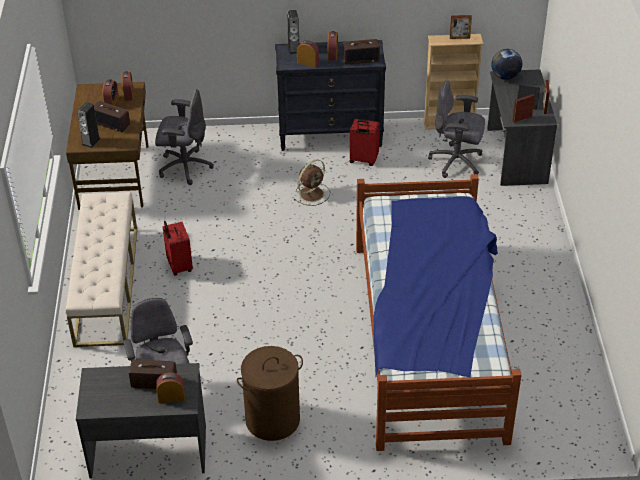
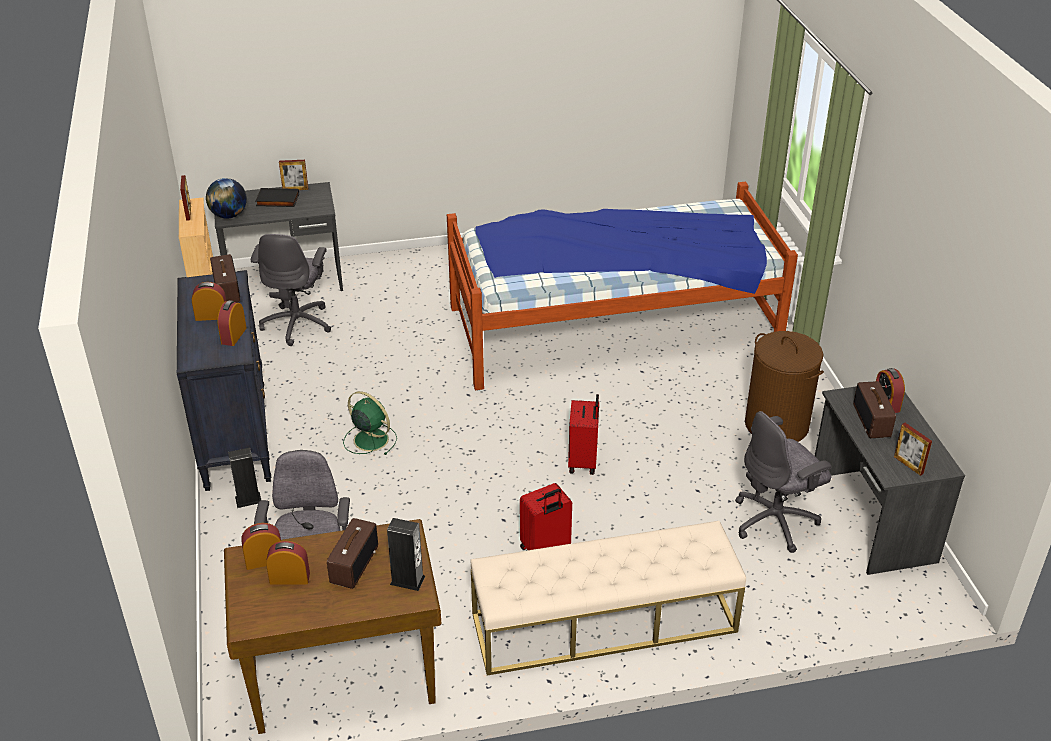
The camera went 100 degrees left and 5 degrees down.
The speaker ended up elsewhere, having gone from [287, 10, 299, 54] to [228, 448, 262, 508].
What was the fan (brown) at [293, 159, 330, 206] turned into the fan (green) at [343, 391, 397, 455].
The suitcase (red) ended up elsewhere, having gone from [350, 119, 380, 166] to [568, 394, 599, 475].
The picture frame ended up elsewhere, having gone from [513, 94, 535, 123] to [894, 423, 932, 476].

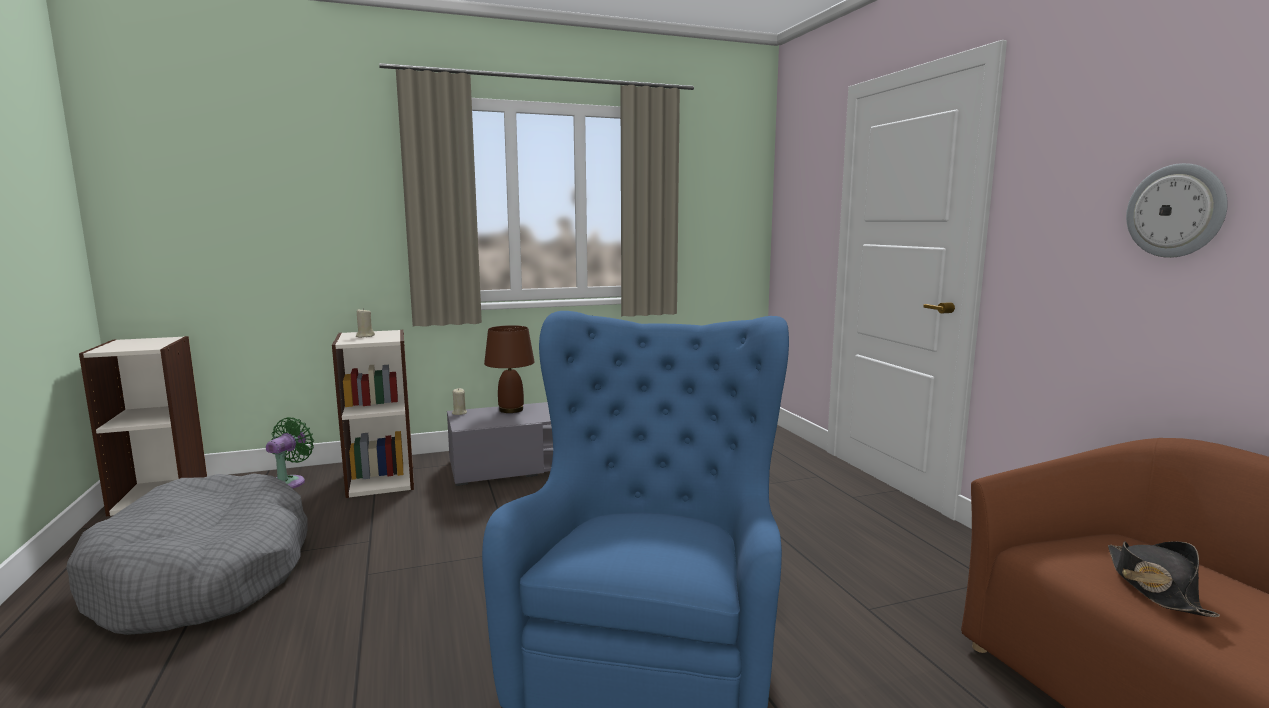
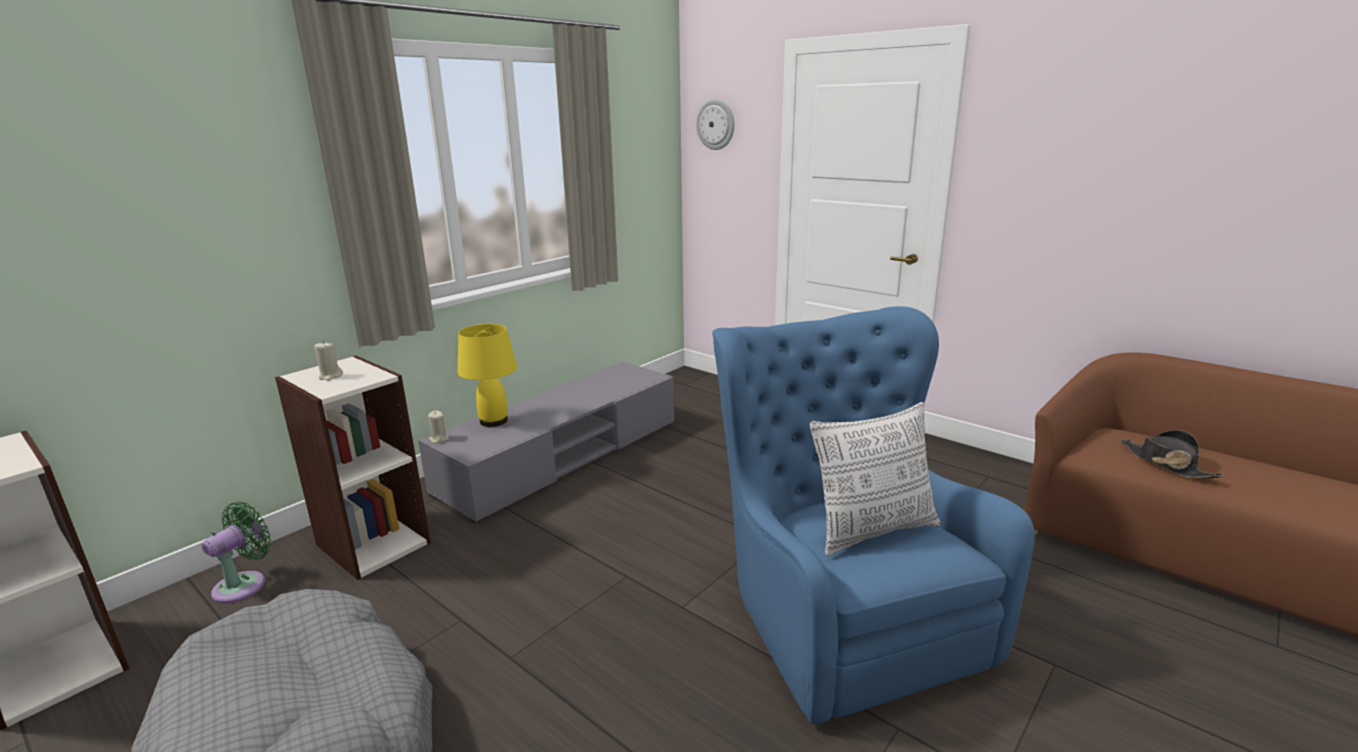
The camera went 30 degrees left and 10 degrees up.
The fan (green) at [266, 417, 314, 489] ended up facing another way, 45 degrees clockwise from before.
What was the table lamp (brown) at [484, 325, 535, 413] turned into the table lamp (yellow) at [457, 324, 517, 427].
The wall clock ended up elsewhere, having gone from [1126, 163, 1228, 258] to [696, 99, 734, 150].
The second view gained the pillow at [810, 402, 940, 556].

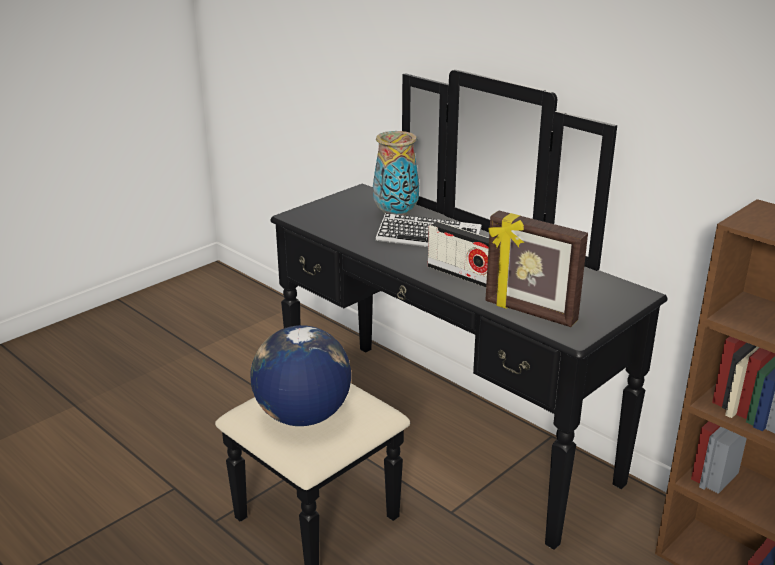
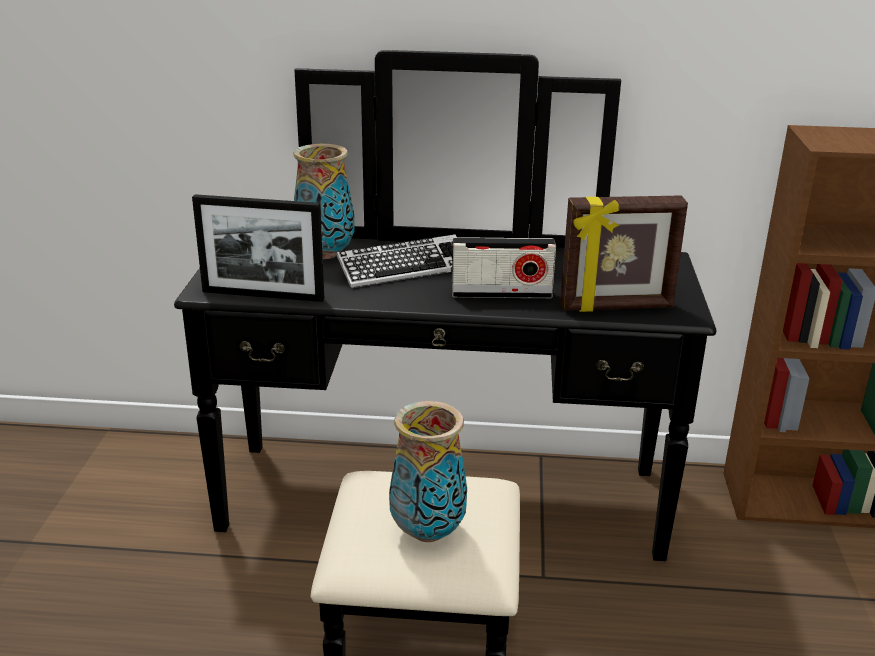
The camera went 40 degrees left and 0 degrees up.
Where the globe stood at [251, 325, 351, 426], the vase came to stand at [389, 401, 467, 542].
The second view gained the picture frame at [192, 194, 324, 302].

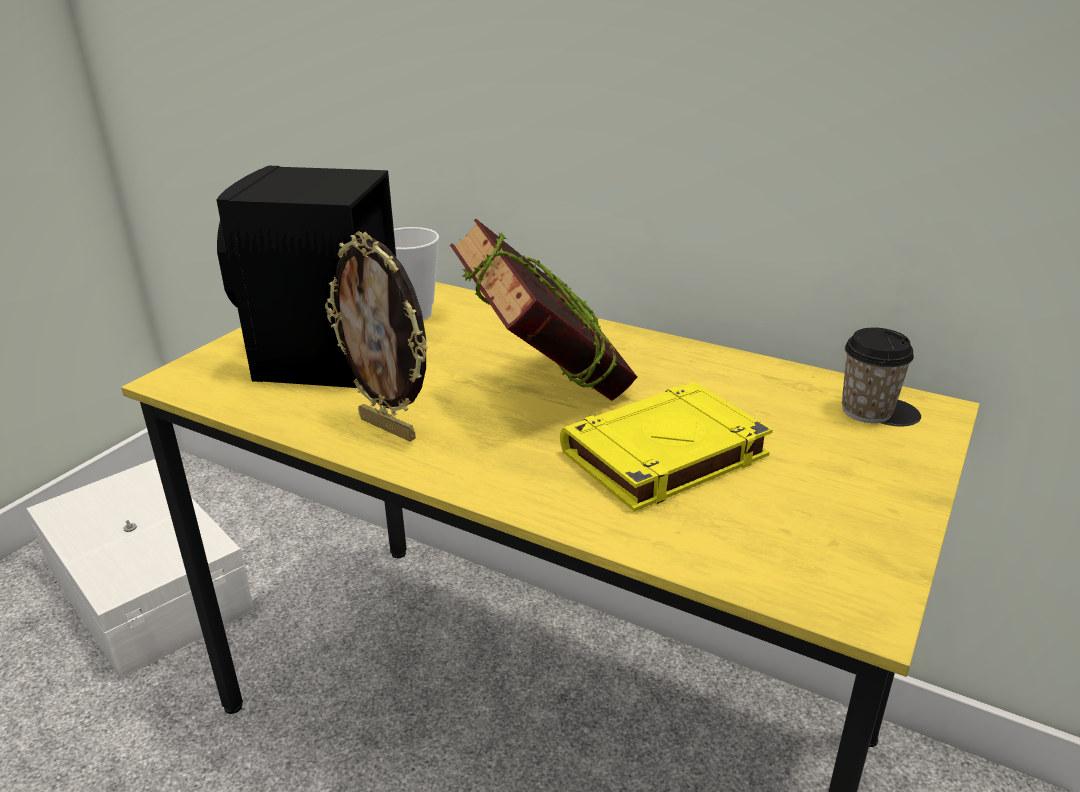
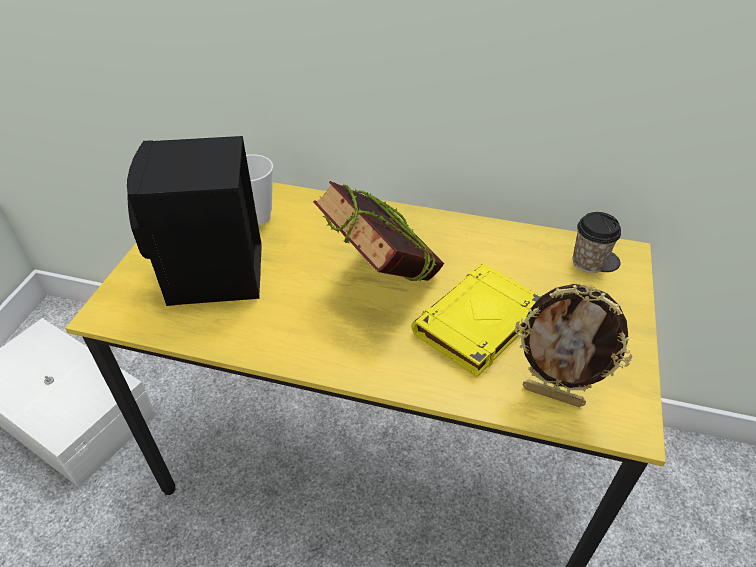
The camera went 15 degrees left and 15 degrees up.
The picture frame ended up elsewhere, having gone from [325, 232, 429, 442] to [515, 284, 632, 407].

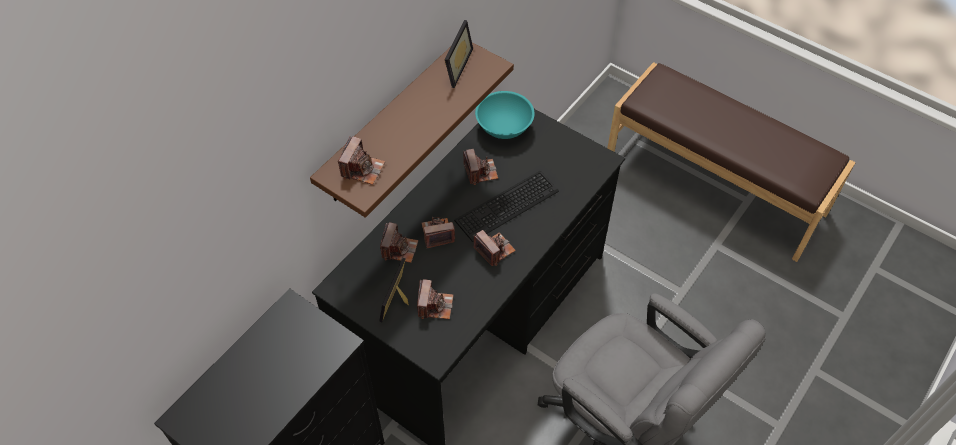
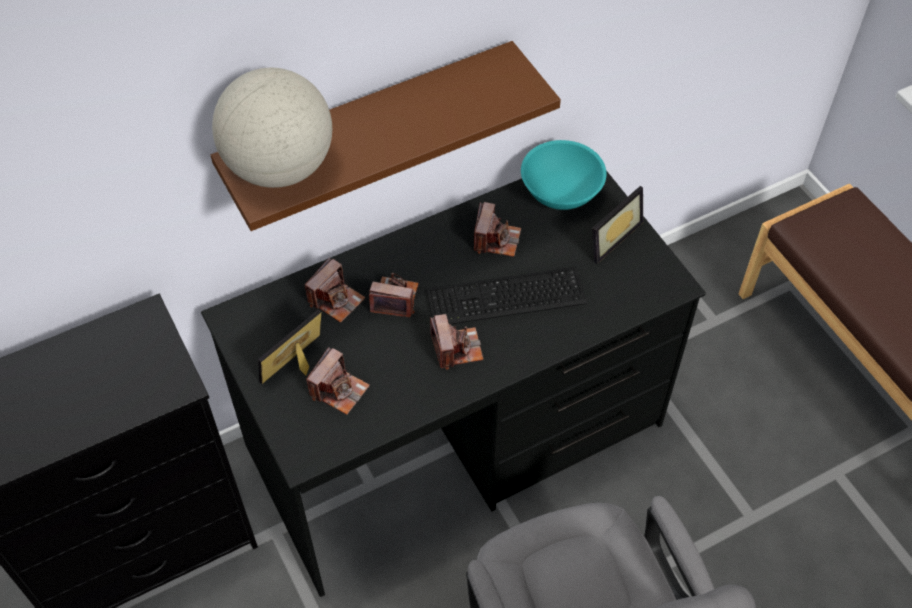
The camera went 25 degrees right and 0 degrees up.
Where the photo camera stood at [338, 136, 385, 185], the globe came to stand at [212, 68, 332, 188].
The picture frame ended up elsewhere, having gone from [445, 20, 473, 88] to [592, 186, 643, 264].

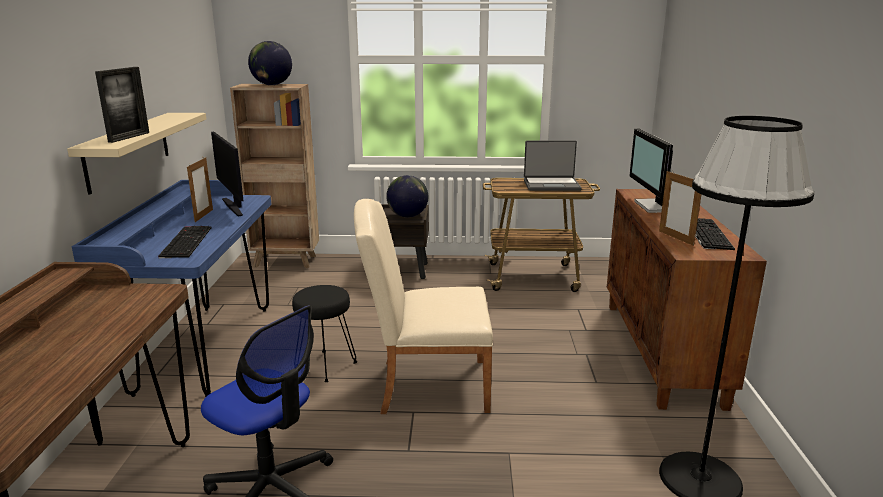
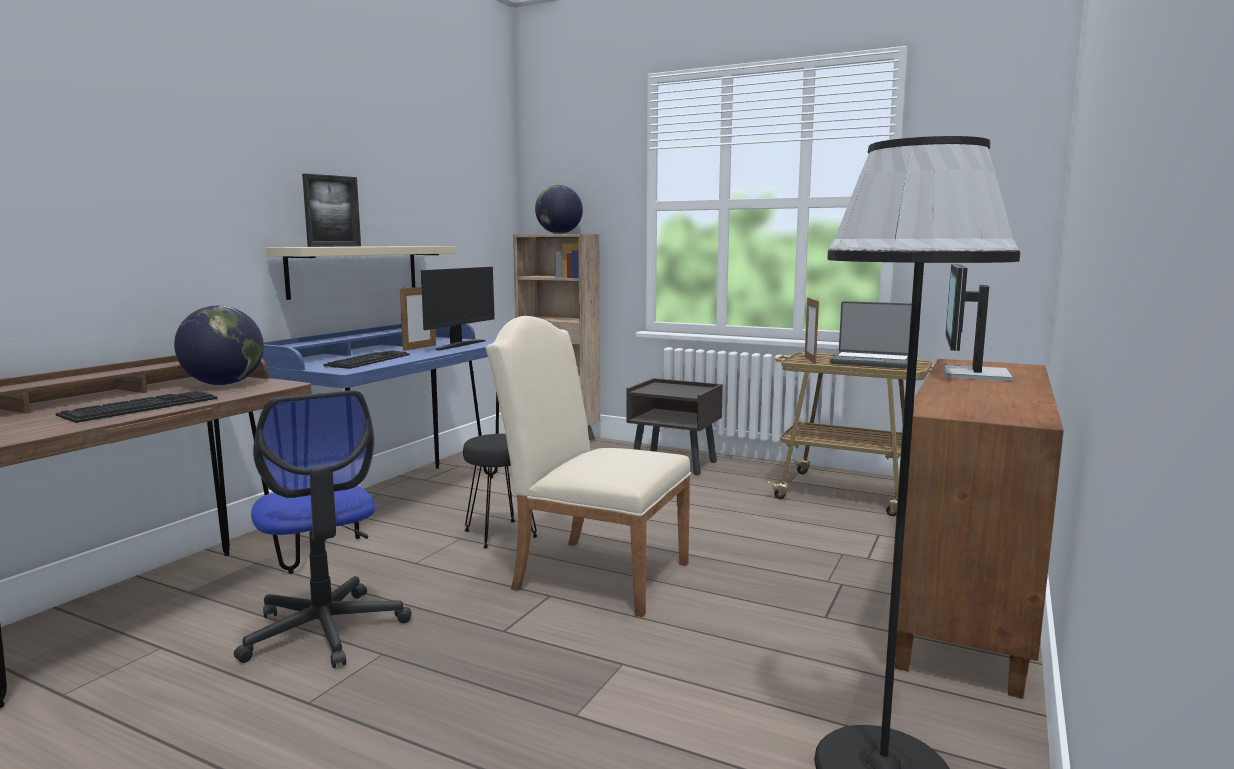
The camera went 25 degrees right and 10 degrees down.
The monitor at [211, 132, 244, 216] ended up facing another way, 150 degrees counterclockwise from before.
The globe ended up elsewhere, having gone from [386, 175, 428, 217] to [174, 306, 264, 385].
The picture frame ended up elsewhere, having gone from [659, 170, 702, 246] to [805, 296, 819, 364].
The keyboard ended up elsewhere, having gone from [695, 218, 735, 250] to [56, 391, 217, 423].

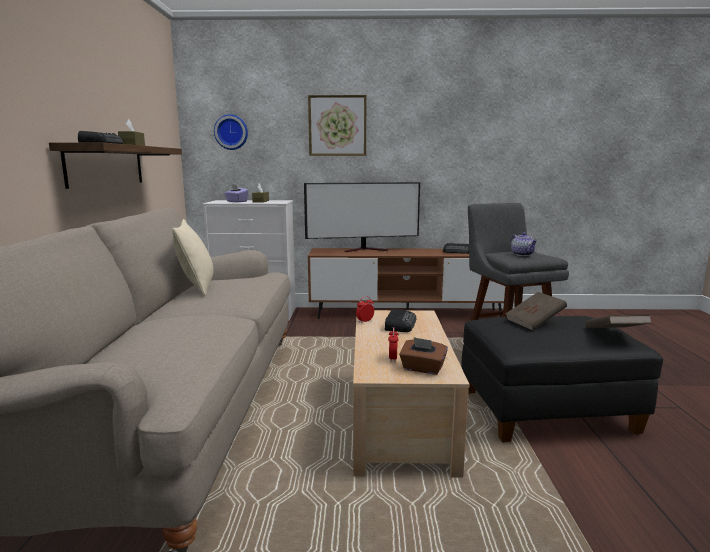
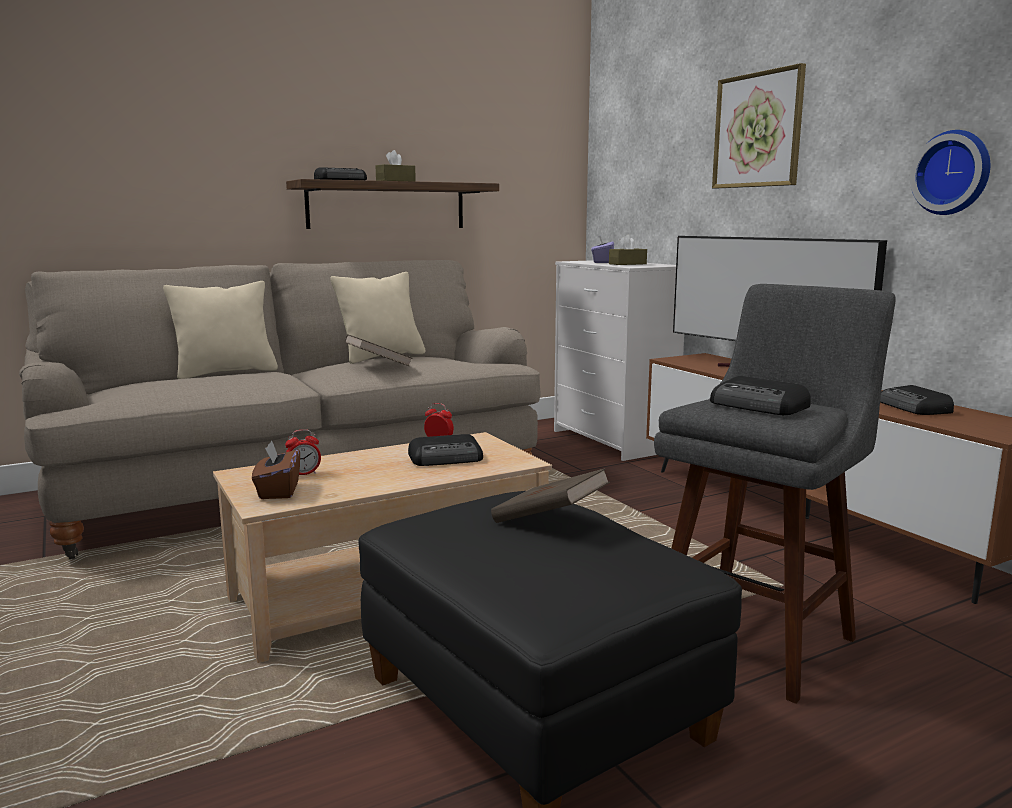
The camera went 60 degrees right and 0 degrees up.
The wall clock ended up elsewhere, having gone from [214, 114, 248, 150] to [910, 130, 990, 215].
Where the teapot stood at [511, 232, 537, 256], the radio came to stand at [710, 376, 811, 415].
The book (brown) ended up elsewhere, having gone from [585, 315, 652, 328] to [345, 334, 412, 366].
The second view gained the pillow (beige) at [163, 281, 278, 379].

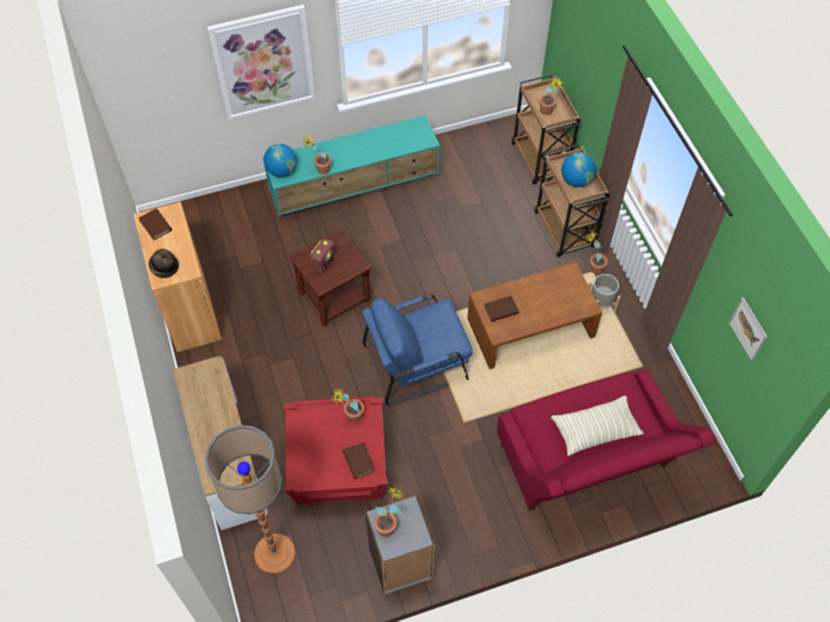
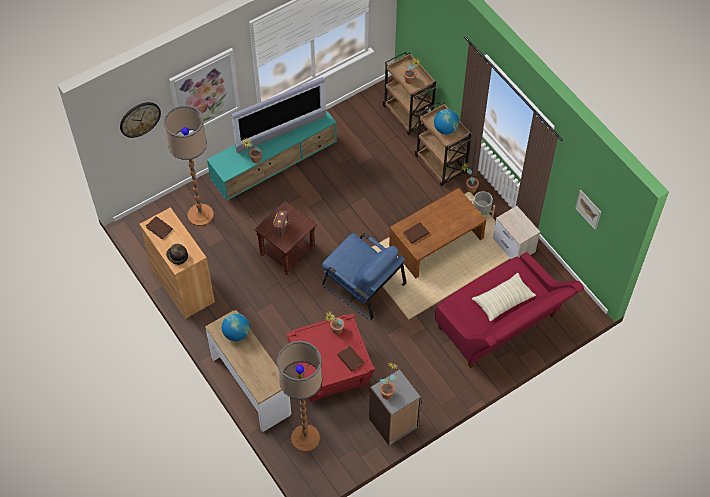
The camera went 15 degrees left and 0 degrees up.
The globe ended up elsewhere, having gone from [264, 144, 297, 177] to [222, 313, 250, 341].
The armchair (blue) at [362, 294, 473, 405] ended up facing another way, 105 degrees counterclockwise from before.
The second view gained the wall clock at [120, 102, 161, 138].
The second view gained the floor lamp at [164, 105, 214, 226].
The second view gained the television at [231, 77, 326, 153].
The second view gained the nightstand at [493, 206, 540, 259].

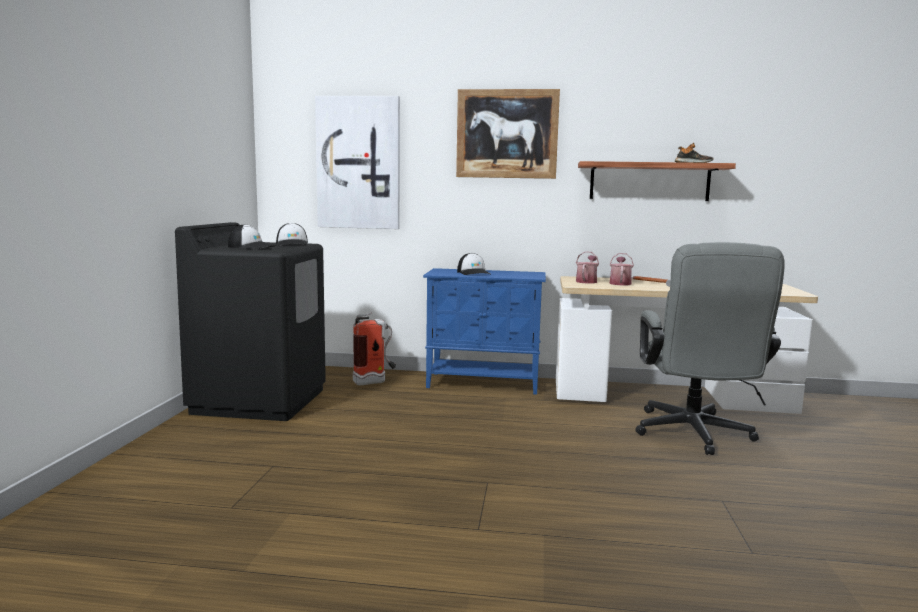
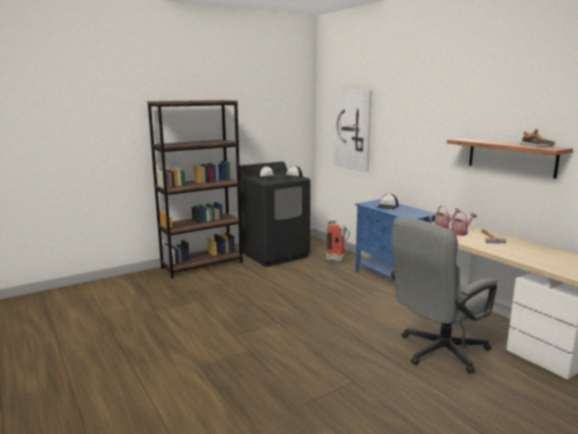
The camera went 50 degrees right and 5 degrees up.
The second view lost the picture at [456, 89, 560, 179].
The second view gained the bookcase (brown) at [147, 100, 243, 278].

